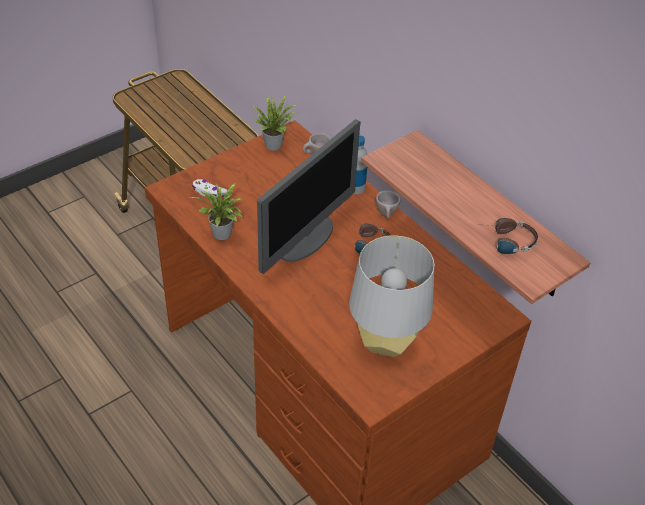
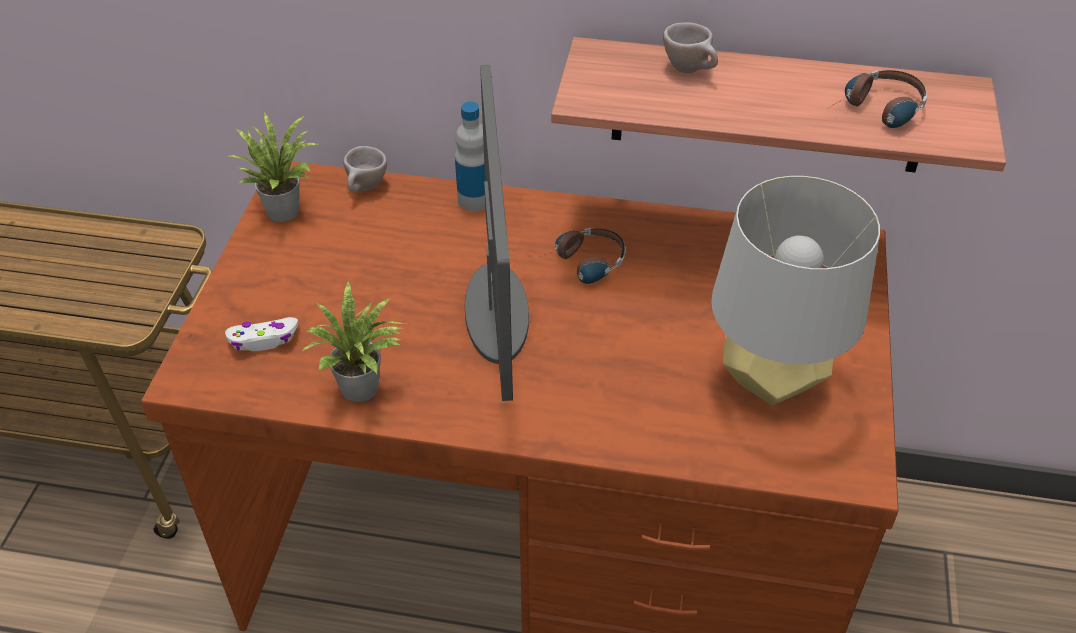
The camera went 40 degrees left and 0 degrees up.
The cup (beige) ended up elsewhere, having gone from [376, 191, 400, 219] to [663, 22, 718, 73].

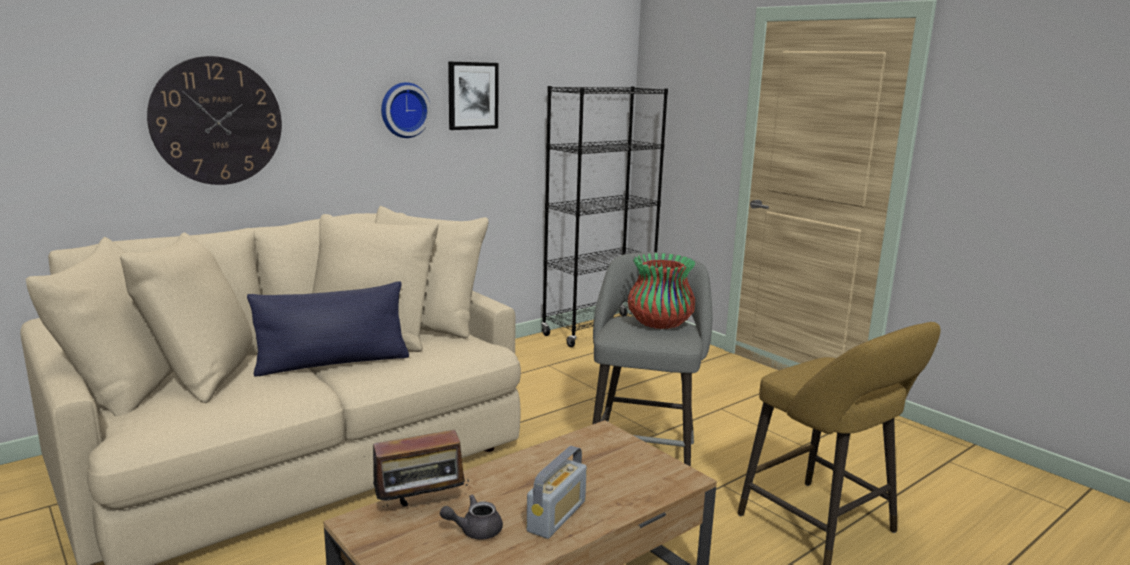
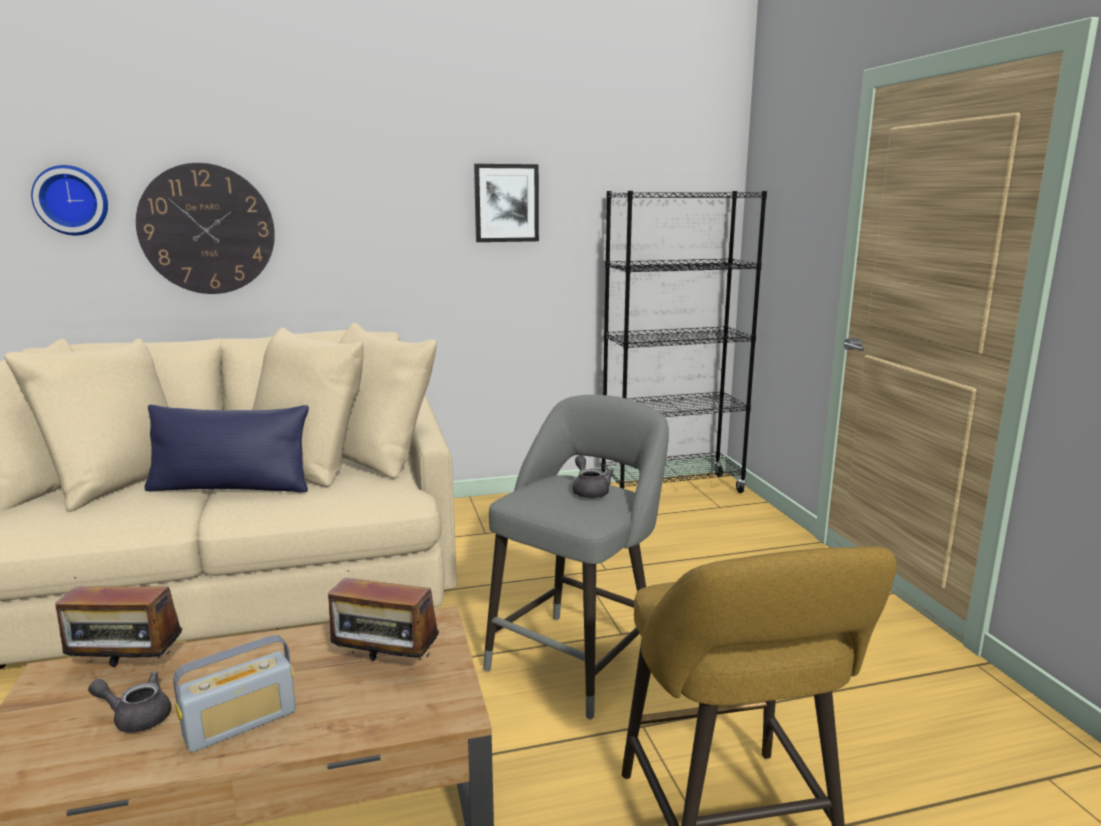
The camera went 25 degrees right and 0 degrees up.
The wall clock ended up elsewhere, having gone from [381, 82, 431, 138] to [31, 165, 108, 235].
Where the vase stood at [628, 253, 695, 329], the teapot (grey) came to stand at [572, 455, 614, 498].
The second view gained the radio at [328, 570, 439, 661].

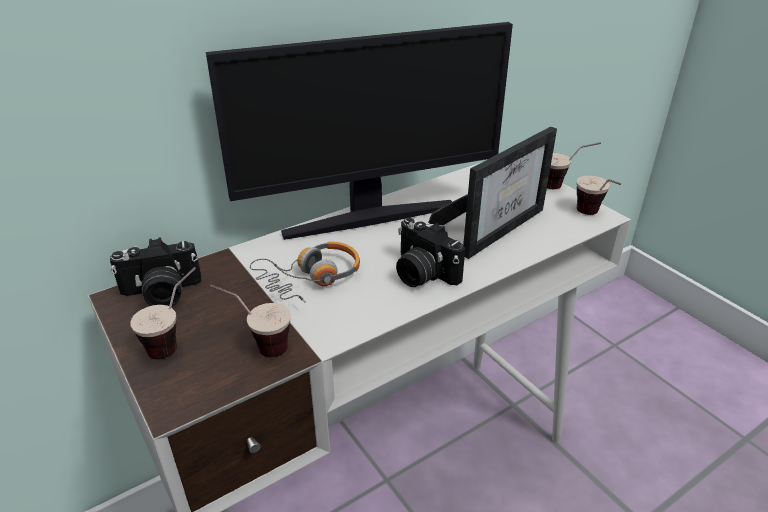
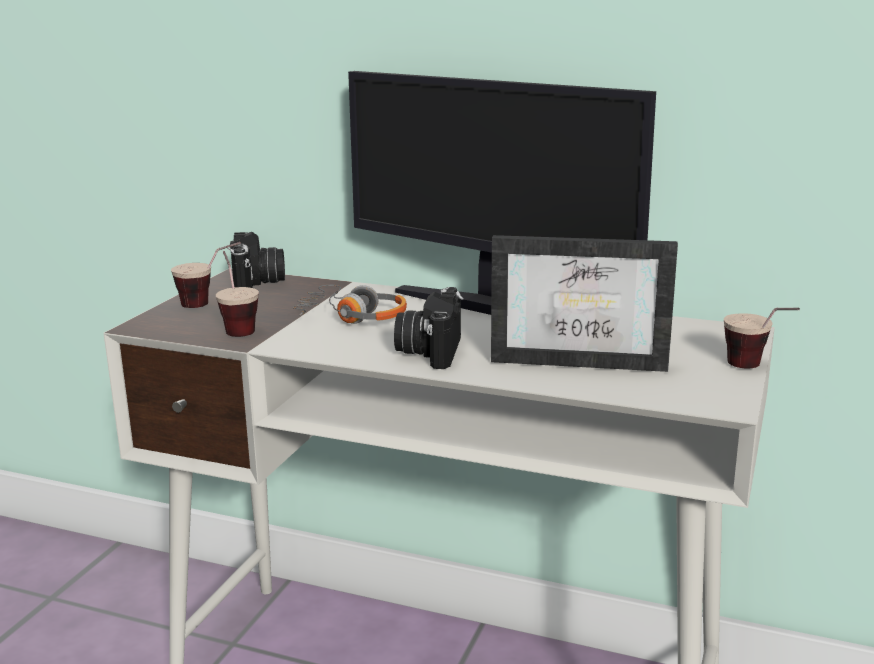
The camera went 55 degrees right and 15 degrees down.
The photo camera at [110, 237, 201, 306] ended up facing another way, 135 degrees counterclockwise from before.
The second view lost the cup at [577, 176, 621, 215].

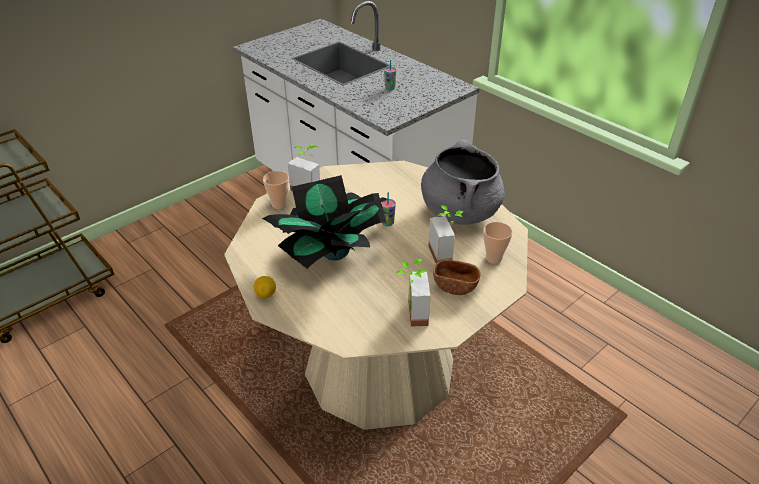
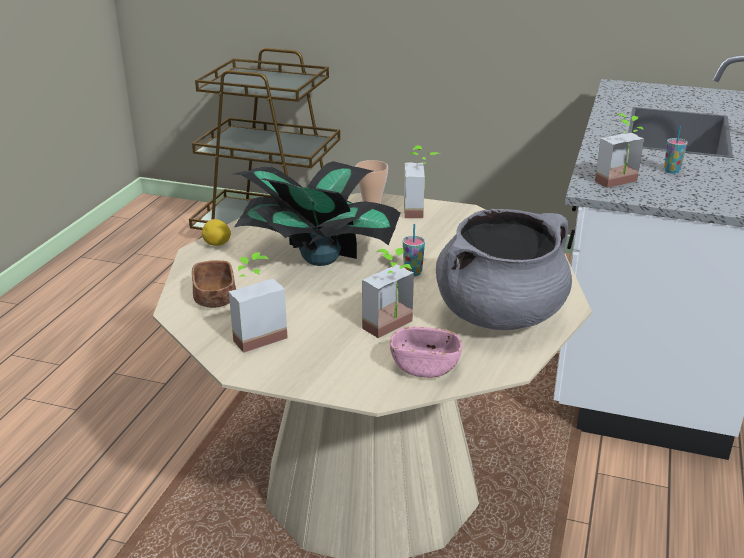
The camera went 60 degrees right and 10 degrees down.
The bowl (brown) ended up elsewhere, having gone from [433, 259, 480, 295] to [192, 260, 236, 308].
Where the cup stood at [483, 222, 513, 264], the bowl (pink) came to stand at [390, 327, 462, 378].
The second view gained the potted plant at [595, 113, 644, 188].

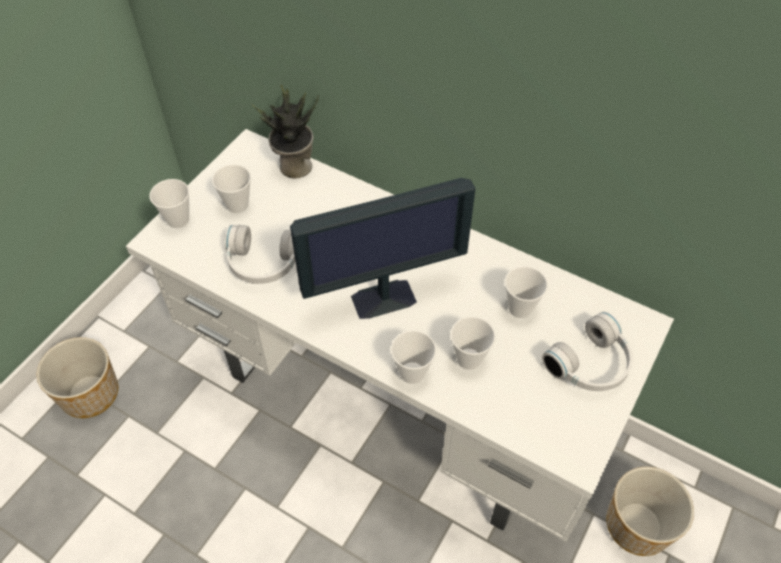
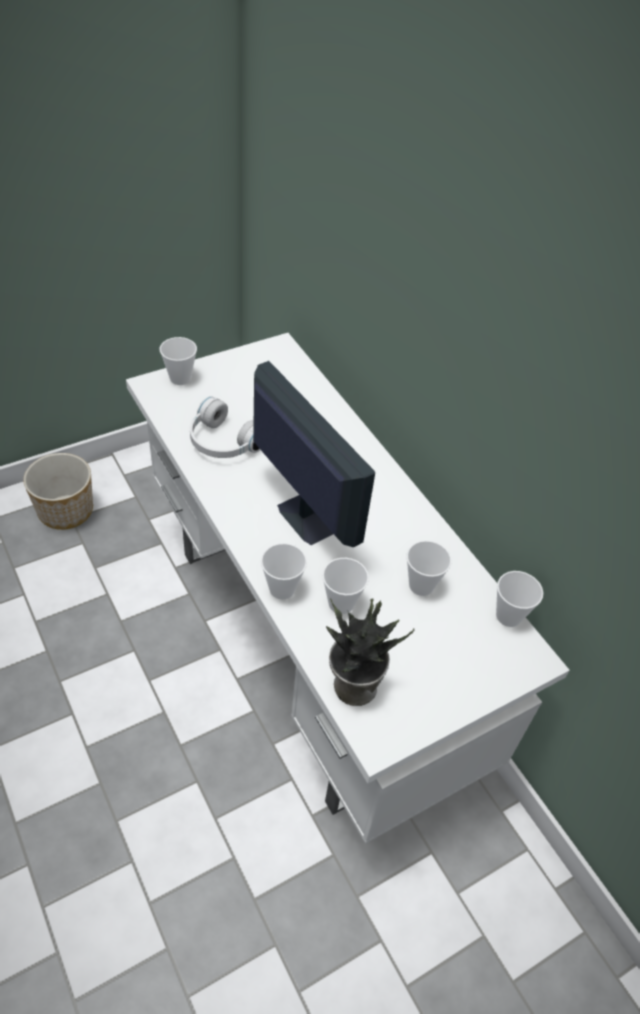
The camera went 25 degrees right and 5 degrees down.
The cup ended up elsewhere, having gone from [212, 164, 251, 213] to [496, 571, 543, 627].
The potted plant ended up elsewhere, having gone from [252, 85, 319, 178] to [326, 598, 414, 706].
The monitor at [290, 178, 476, 319] ended up facing another way, 135 degrees counterclockwise from before.
The second view lost the headphones (white) at [542, 312, 633, 391].
The second view lost the planter at [606, 467, 694, 556].

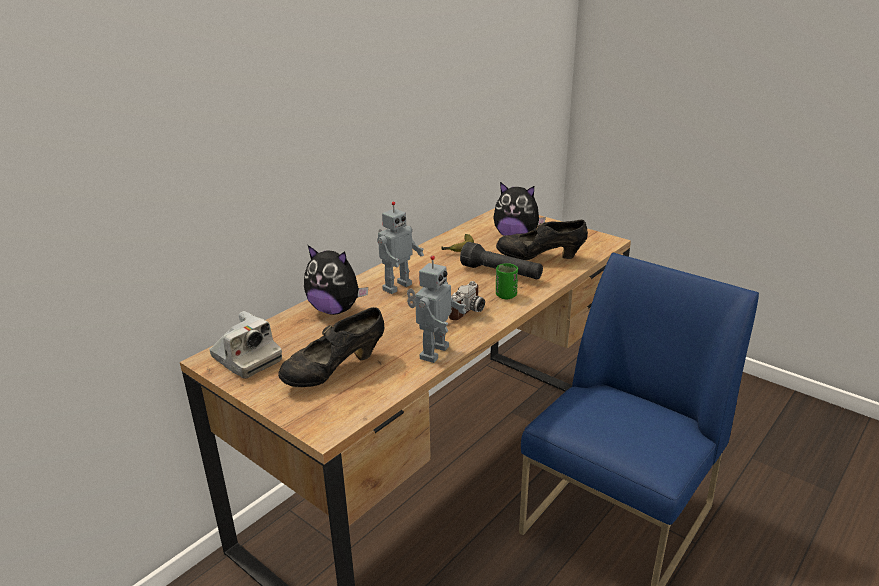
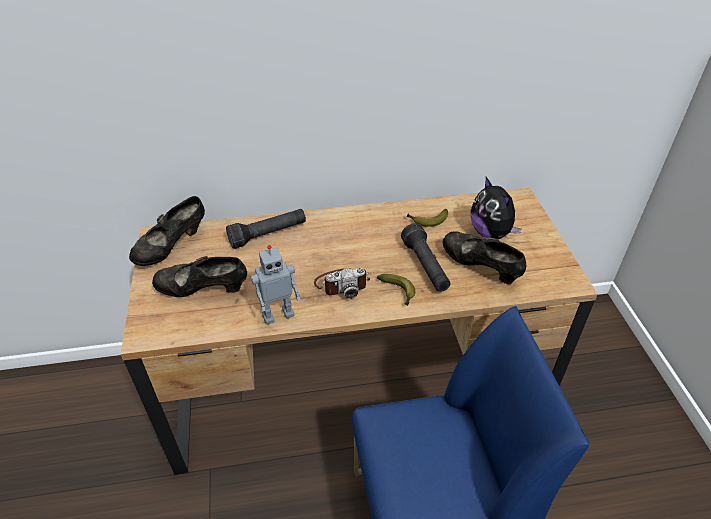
The camera went 40 degrees right and 15 degrees up.
Where the photo camera stood at [209, 311, 282, 379], the shoe (black) came to stand at [129, 196, 205, 266].
Where the plush toy stood at [304, 245, 368, 315], the flashlight (black) came to stand at [226, 209, 306, 249].
The second view lost the toy robot at [377, 202, 424, 294].
Where the cup (green) stood at [496, 263, 518, 299], the banana came to stand at [377, 274, 415, 306].

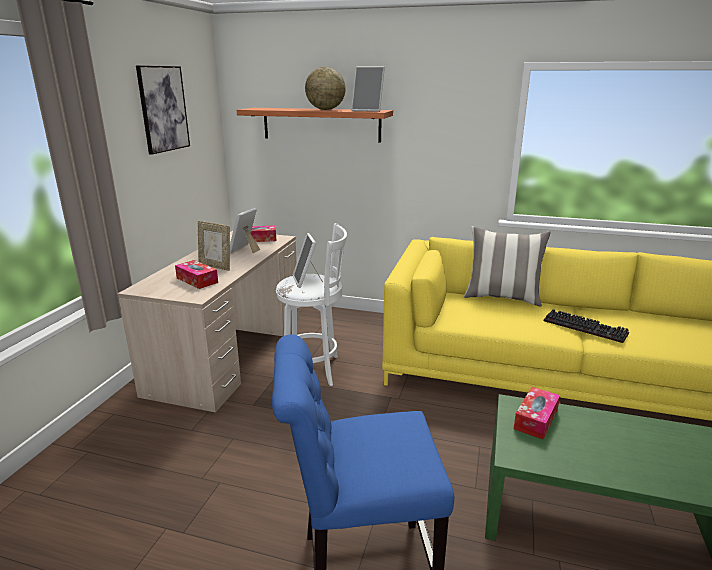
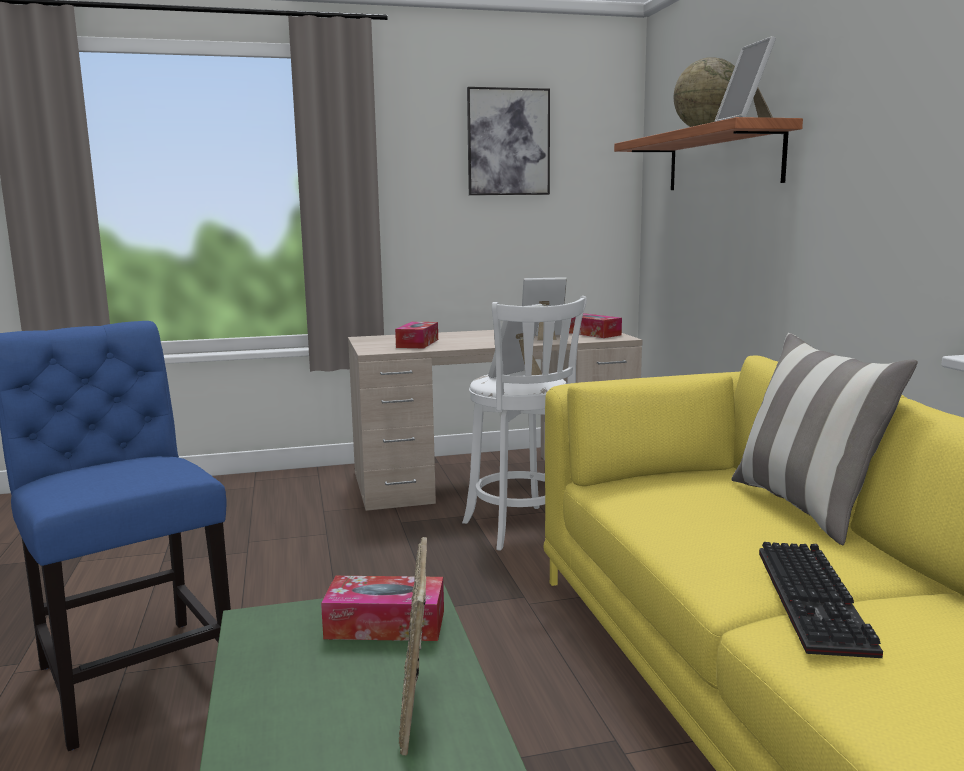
The camera went 60 degrees right and 10 degrees down.
The picture frame ended up elsewhere, having gone from [198, 221, 230, 271] to [399, 537, 427, 755].

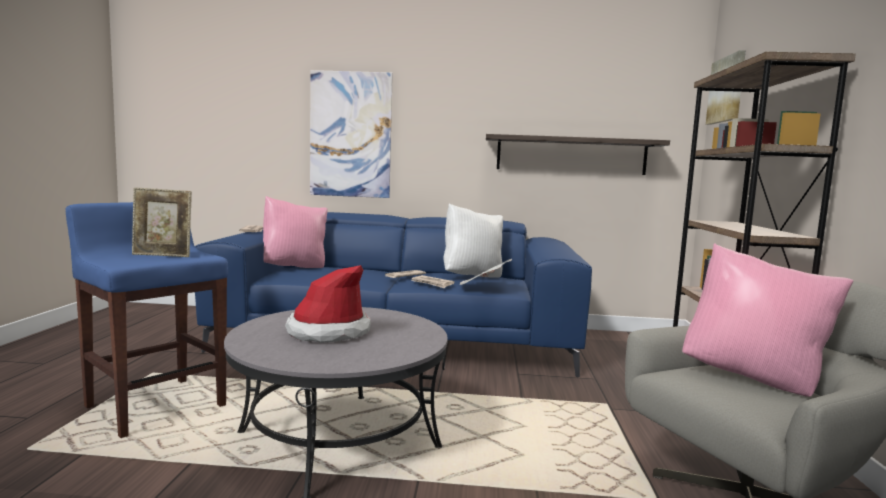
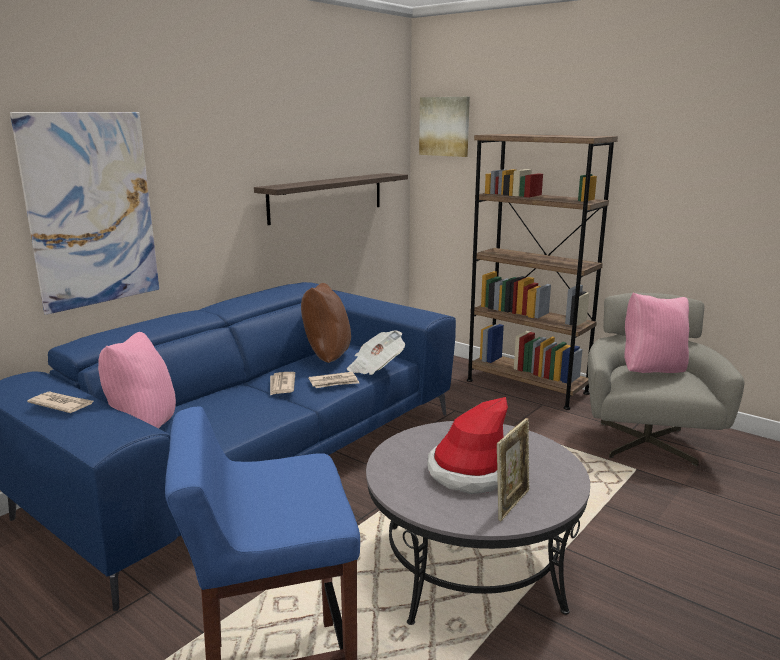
The camera went 55 degrees left and 10 degrees up.
The picture frame ended up elsewhere, having gone from [132, 187, 192, 257] to [497, 418, 530, 521].
What was the pillow (white) at [443, 203, 503, 277] turned into the pillow (brown) at [301, 283, 351, 363].

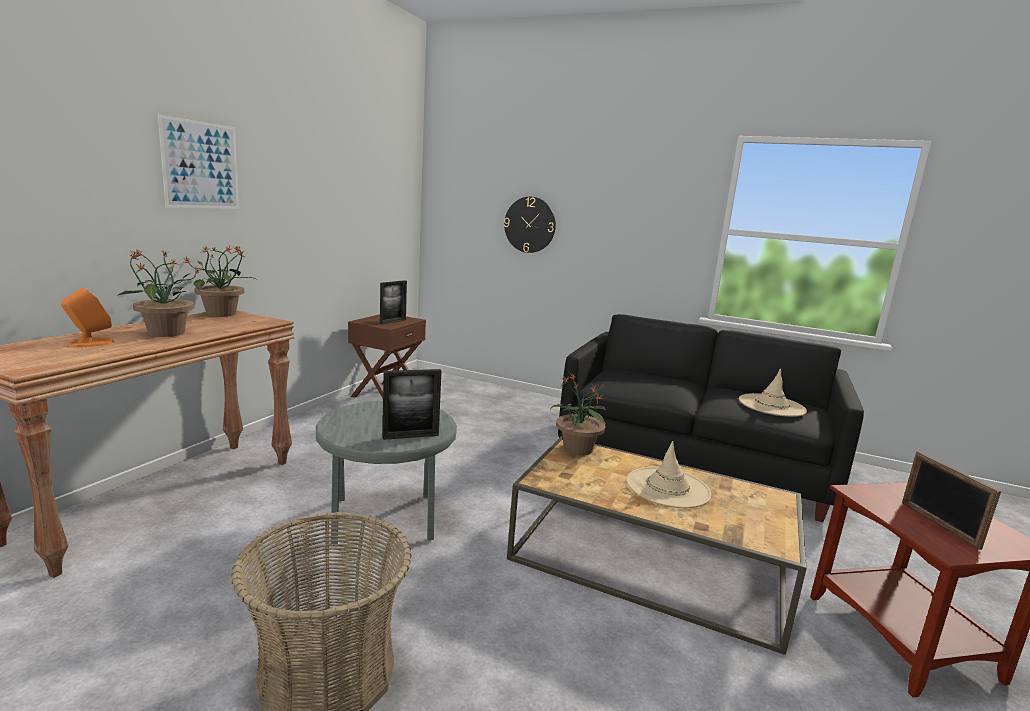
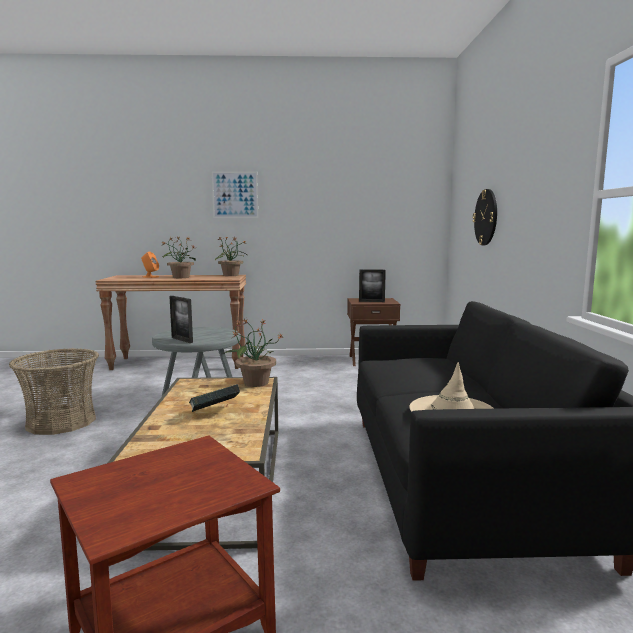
The camera went 65 degrees right and 5 degrees down.
Where the hat (beige) stood at [627, 441, 711, 508], the book came to stand at [189, 384, 240, 412].
The second view lost the picture frame at [902, 451, 1001, 550].

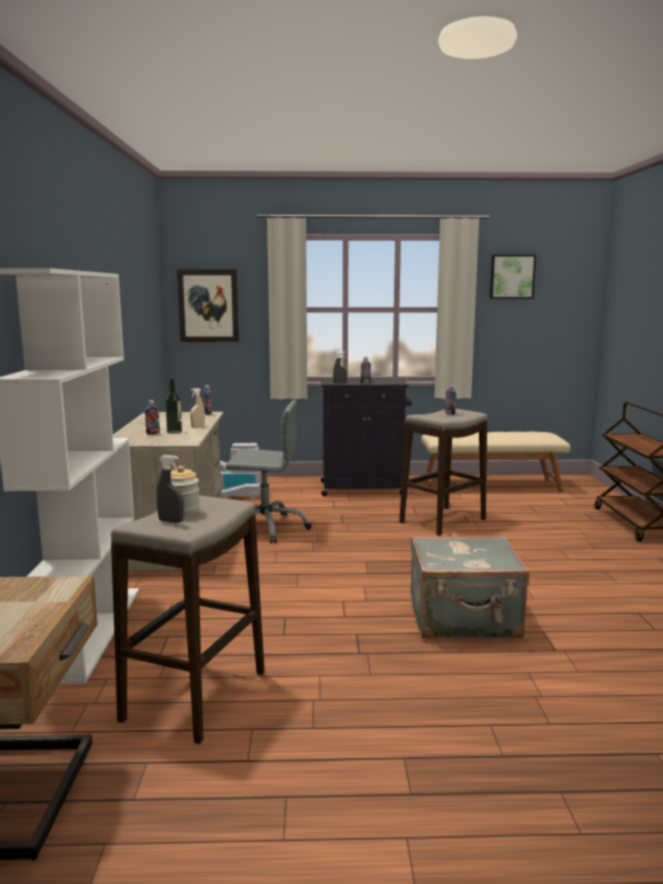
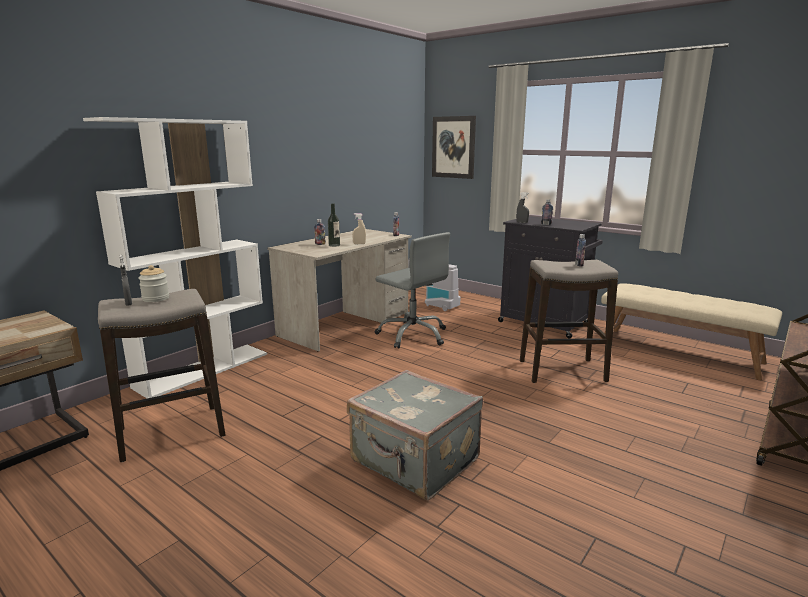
The camera went 40 degrees right and 5 degrees up.
The second view lost the picture at [490, 255, 536, 299].

